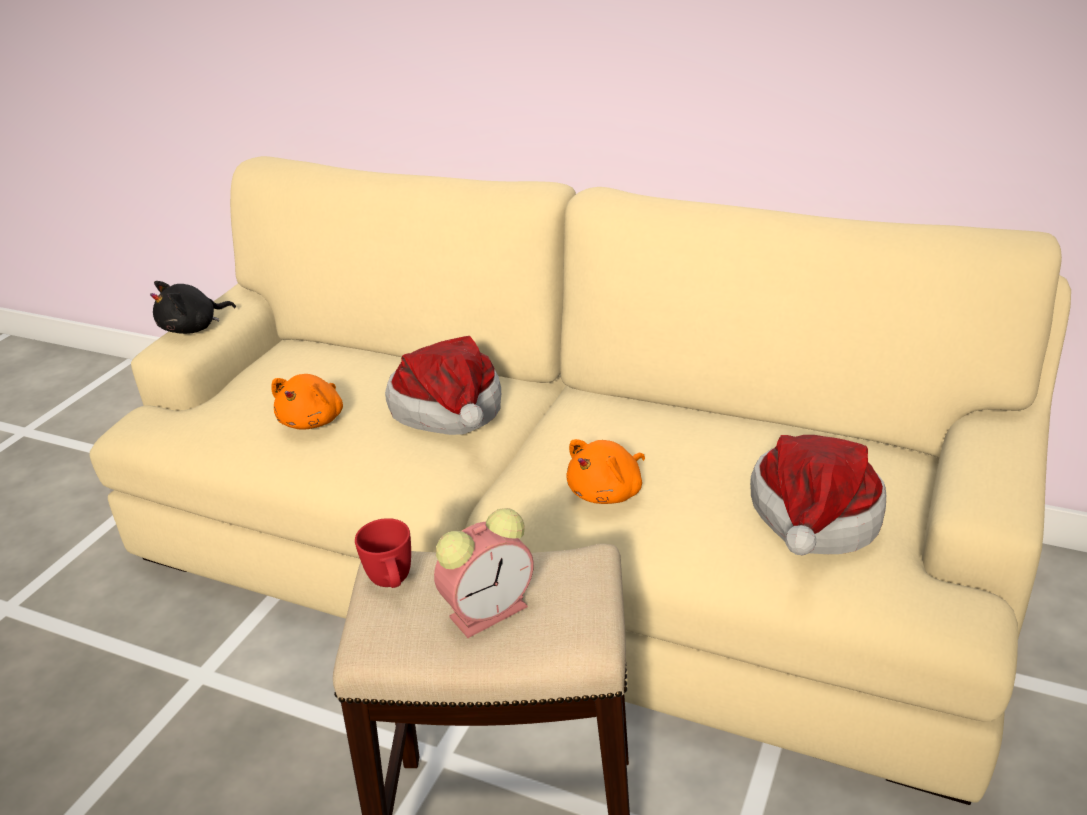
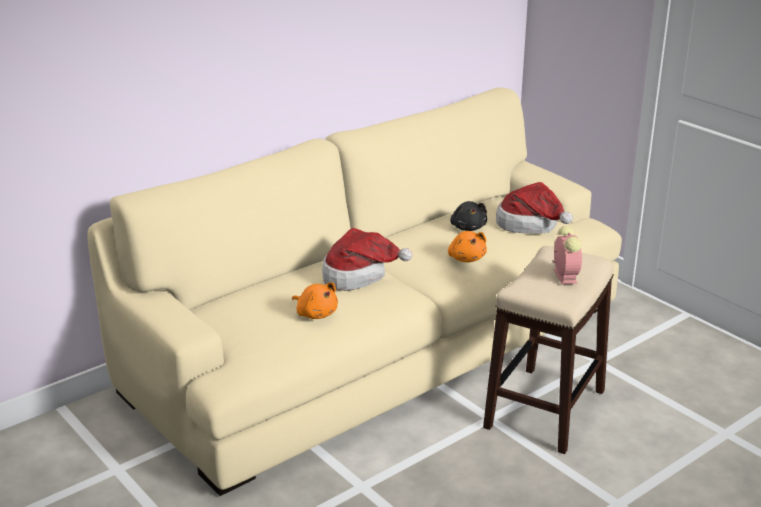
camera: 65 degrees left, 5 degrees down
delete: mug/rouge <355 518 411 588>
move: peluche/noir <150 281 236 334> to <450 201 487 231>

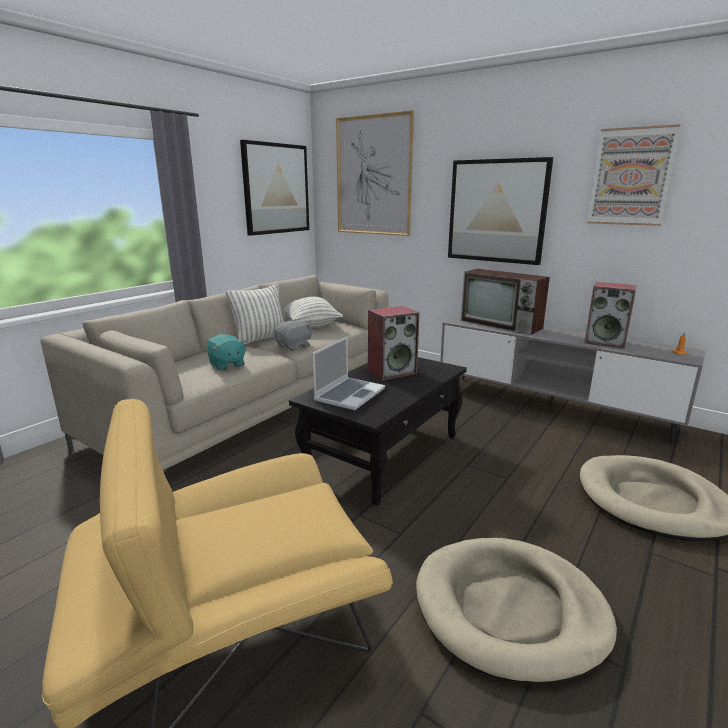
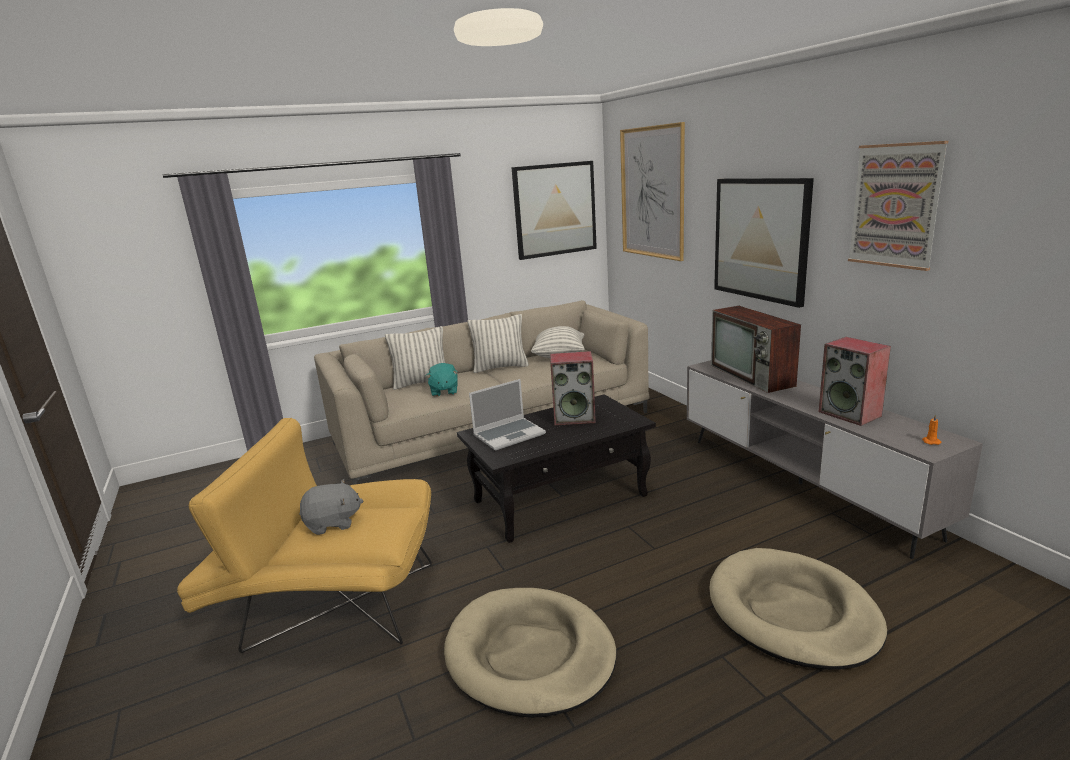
camera: 30 degrees right, 0 degrees up
insert: coussin <385 326 445 390>
move: peluche/gris <274 320 312 351> to <299 479 363 535>

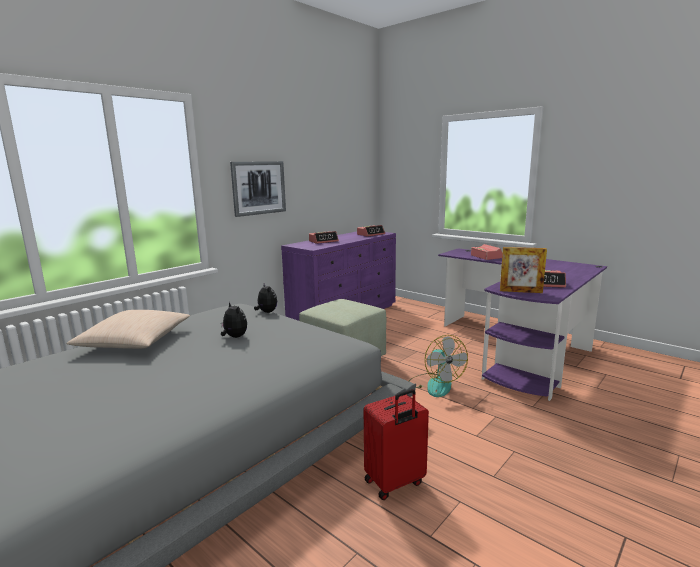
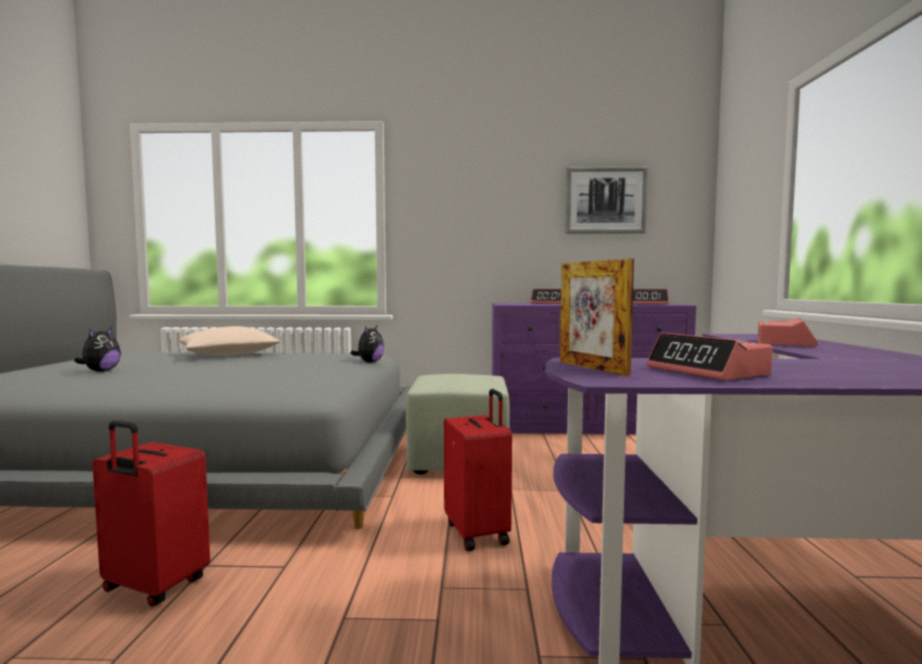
camera: 50 degrees right, 10 degrees down
move: peluche <221 302 247 338> to <74 327 121 372>; tableau <230 161 286 217> to <565 166 648 234>
replace: ventilateur <409 335 468 397> to valise/rouge <444 389 512 551>

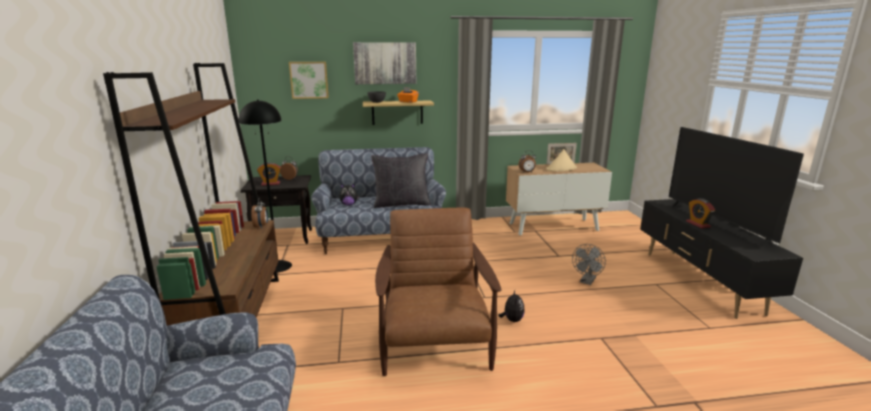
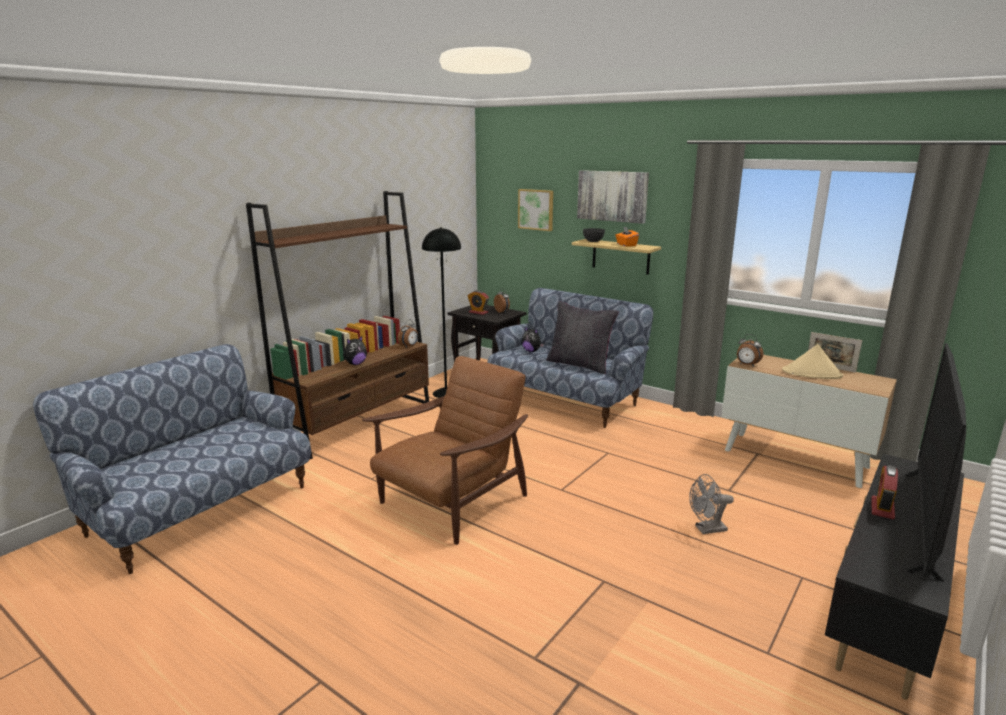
camera: 45 degrees right, 0 degrees up
move: peluche <498 290 524 322> to <343 336 367 365>

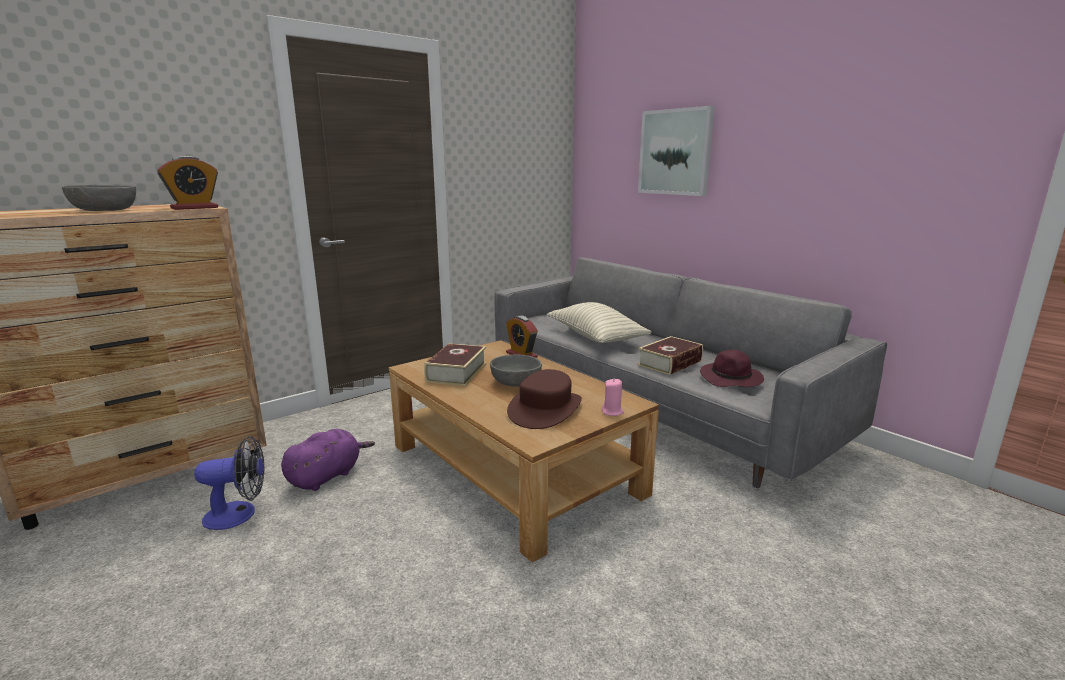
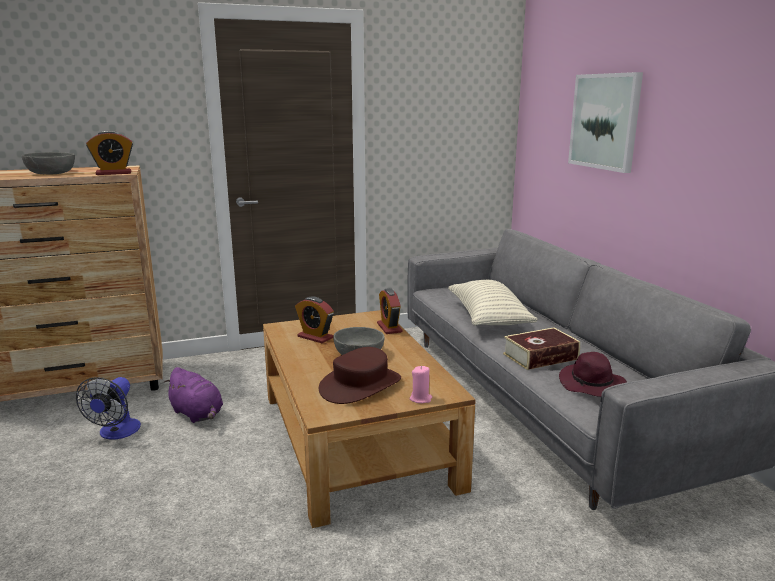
camera: 20 degrees right, 0 degrees up
replace: livre <424 343 487 386> to réveil <295 297 334 343>
rotate: ventilateur <194 436 264 530> = <76 377 141 439> 90 degrees clockwise; peluche/violet <281 429 375 491> = <164 367 223 423> 75 degrees clockwise

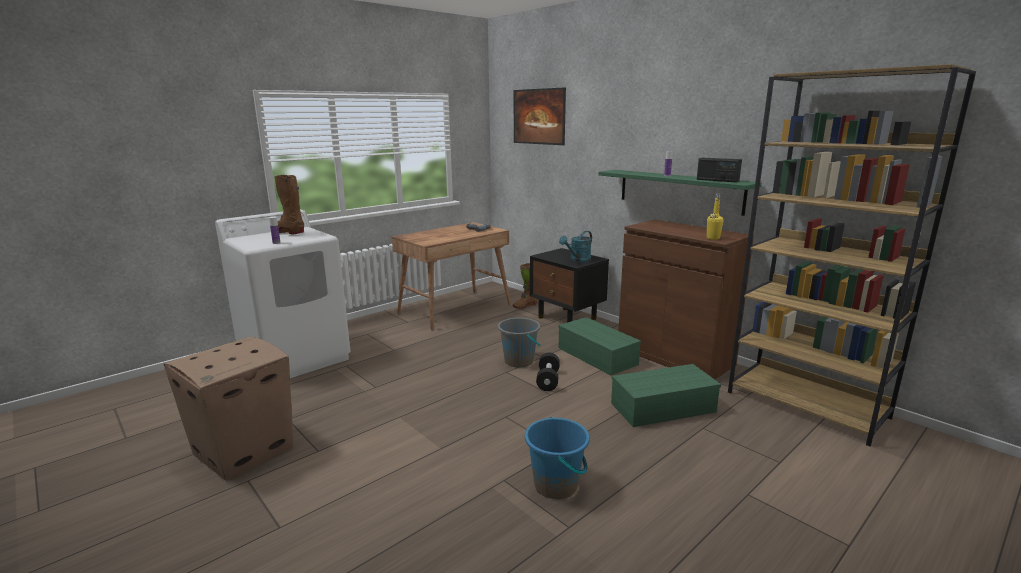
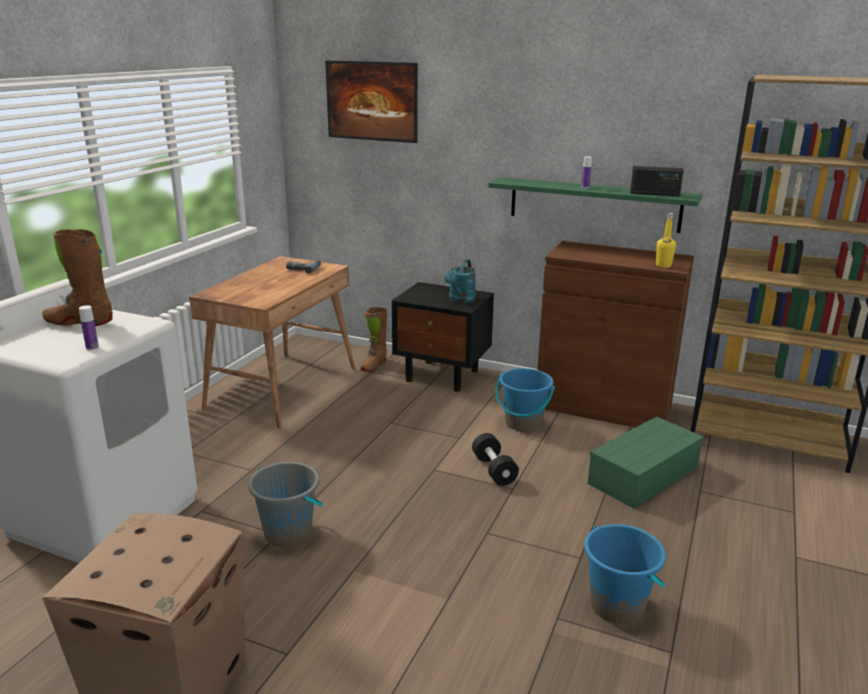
camera: 25 degrees left, 5 degrees up
move: seau/gris <498 318 541 367> to <248 462 323 547>
replace: boîte de rangement/vert <558 317 641 375> to seau/bleu <495 368 555 432>

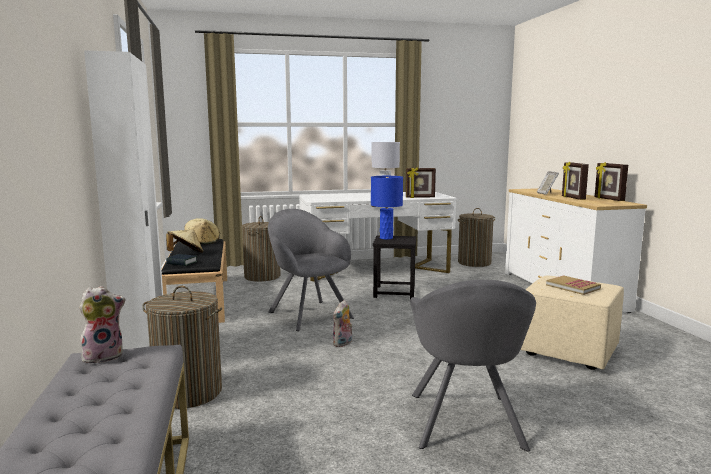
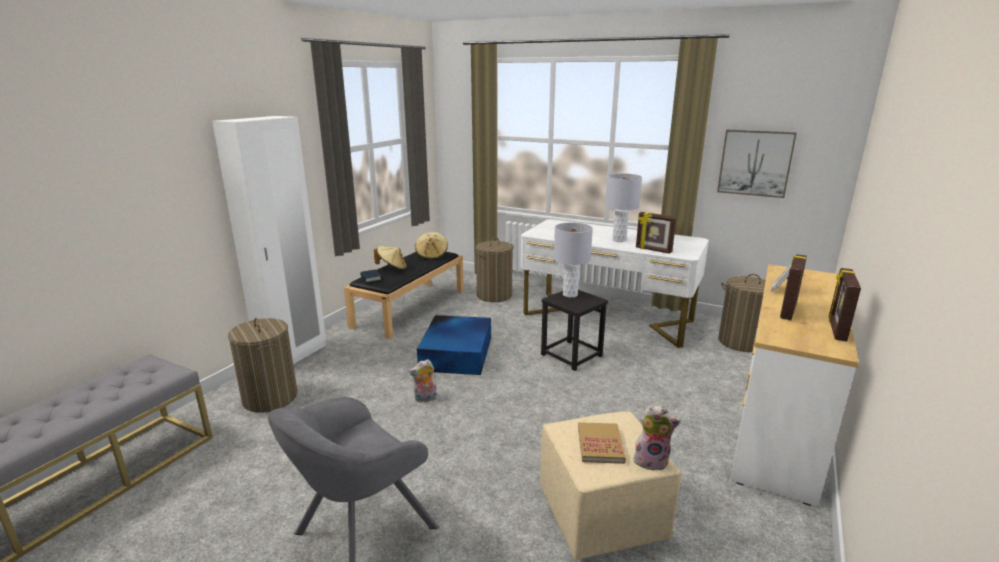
camera: 40 degrees right, 10 degrees up
insert: tableau <717 130 797 198>
move: peluche <79 286 126 363> to <633 404 681 471>
replace: fauteuil/gris <268 209 354 331> to boîte de rangement/bleu <417 315 491 375>
recolor: lampe de table/bleu <371 176 403 239> to lampe de table/gris <554 222 593 298>

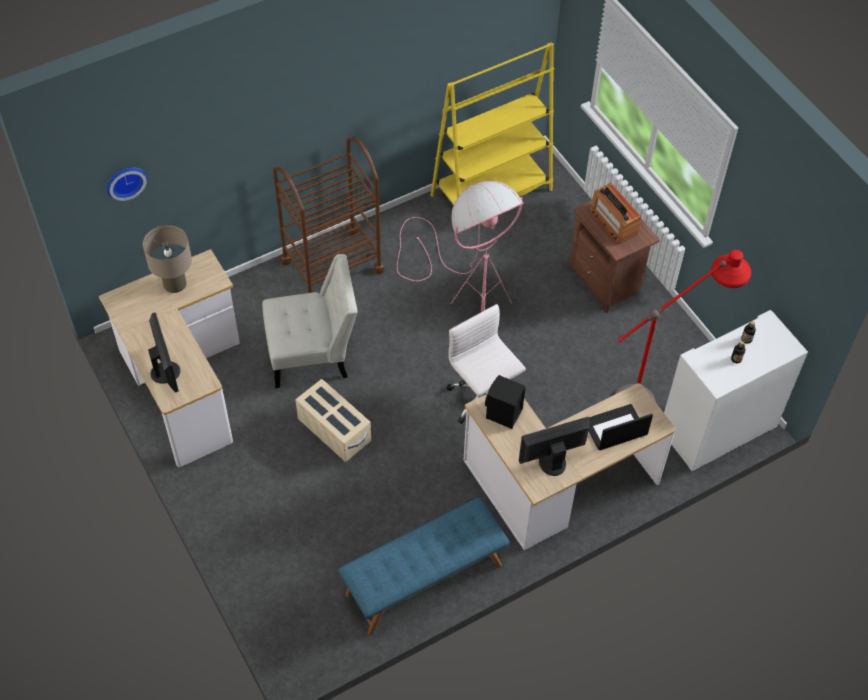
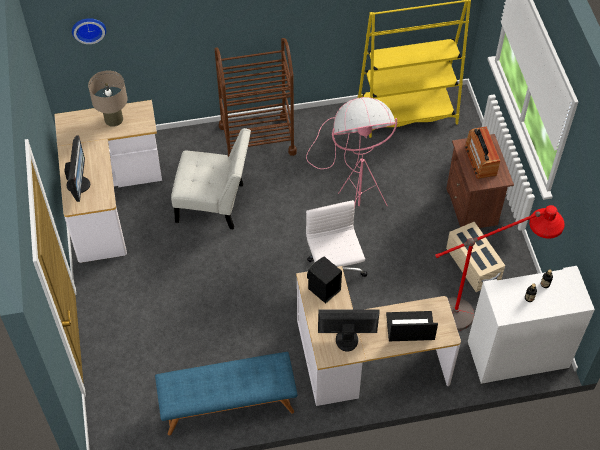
camera: 20 degrees right, 0 degrees up
move: boîte de rangement/beige <295 379 371 462> to <446 222 505 292>

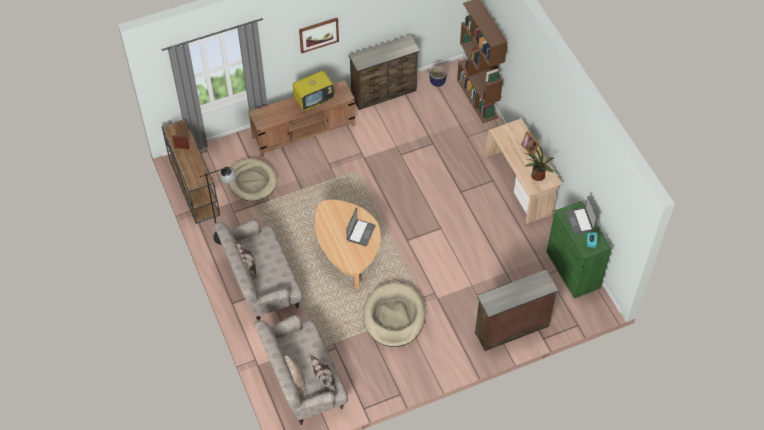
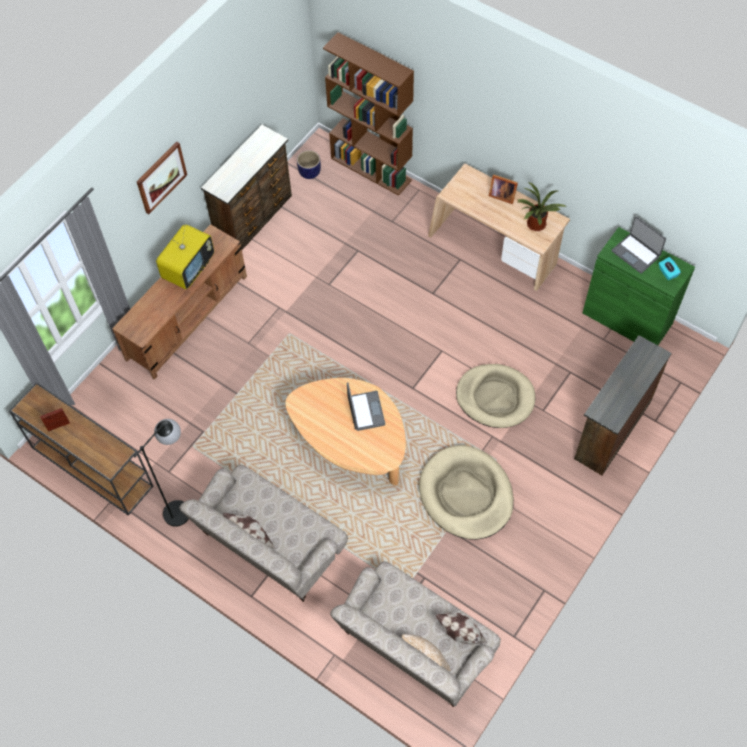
camera: 30 degrees left, 5 degrees up
move: panier pour chien/beige <228 159 278 201> to <456 364 535 428>

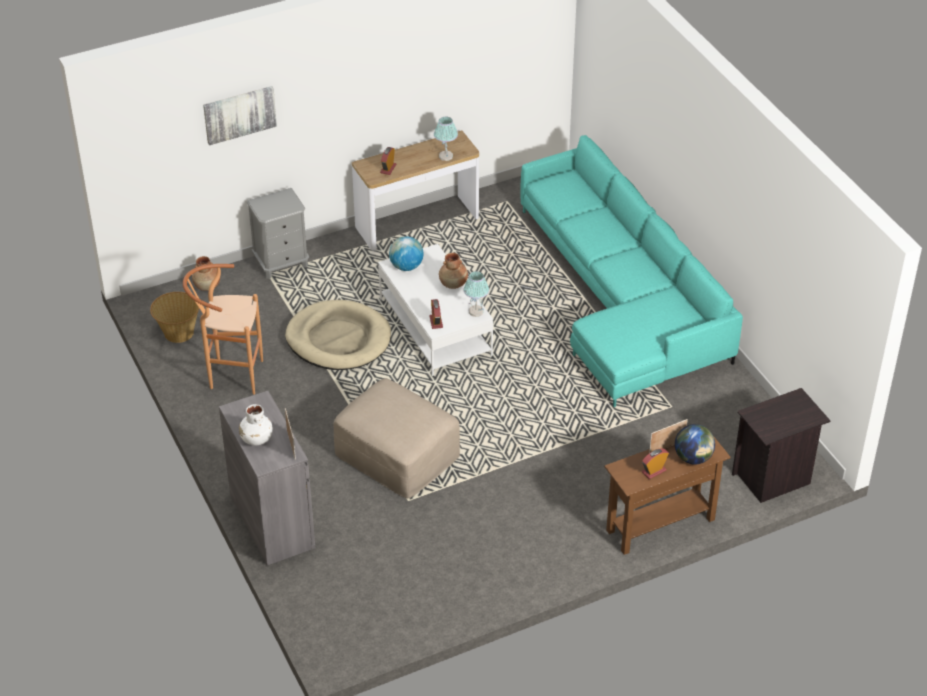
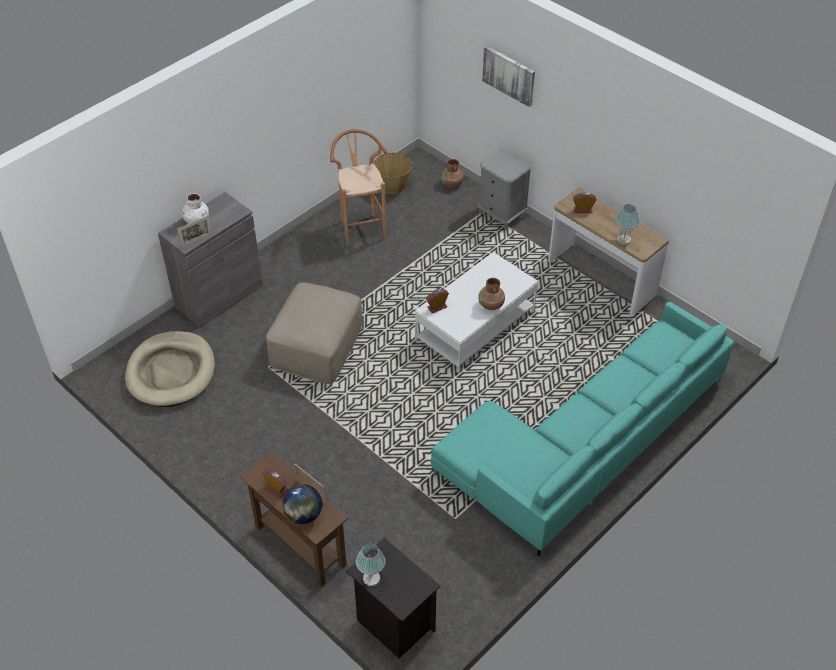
camera: 70 degrees right, 5 degrees up
delete: globe <389 236 424 271>
move: panier pour chien/beige <285 300 391 370> to <125 331 215 407>; lampe de table <463 271 489 317> to <356 543 386 587>

